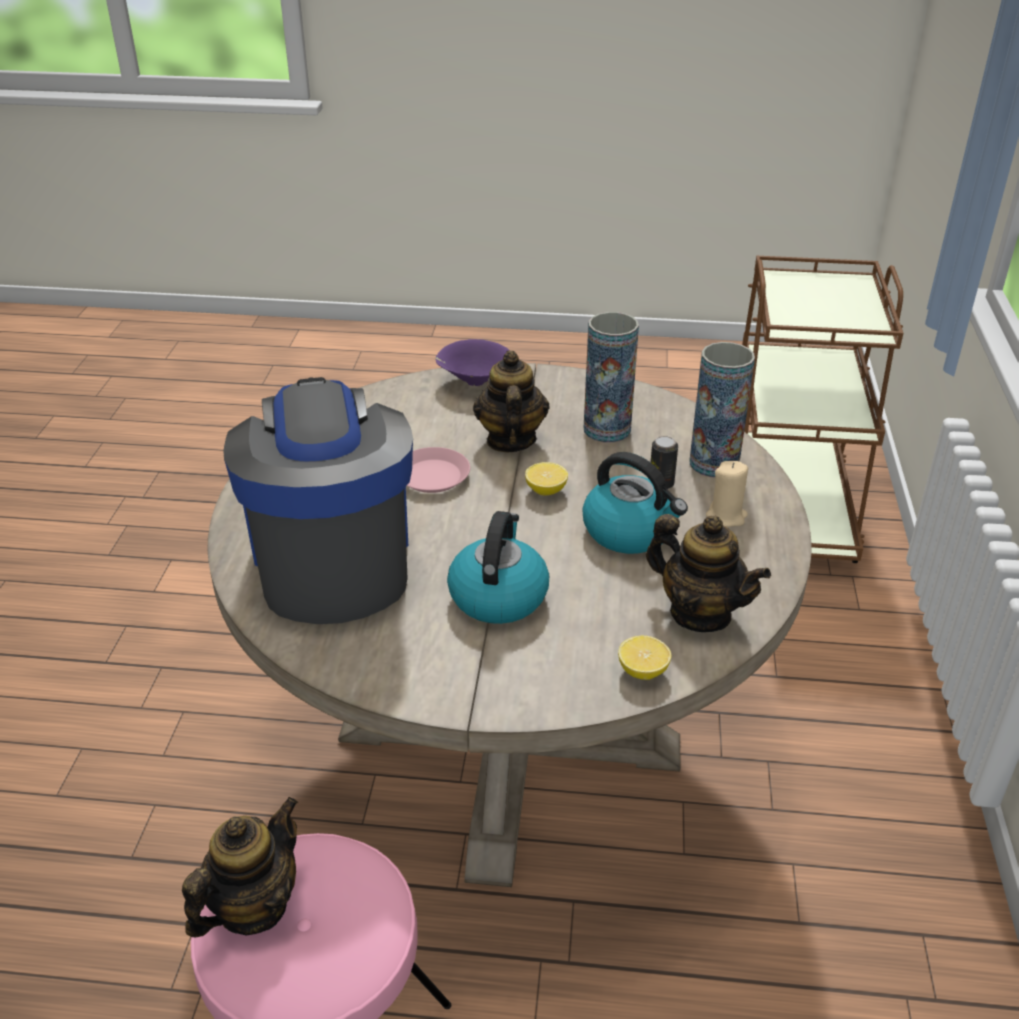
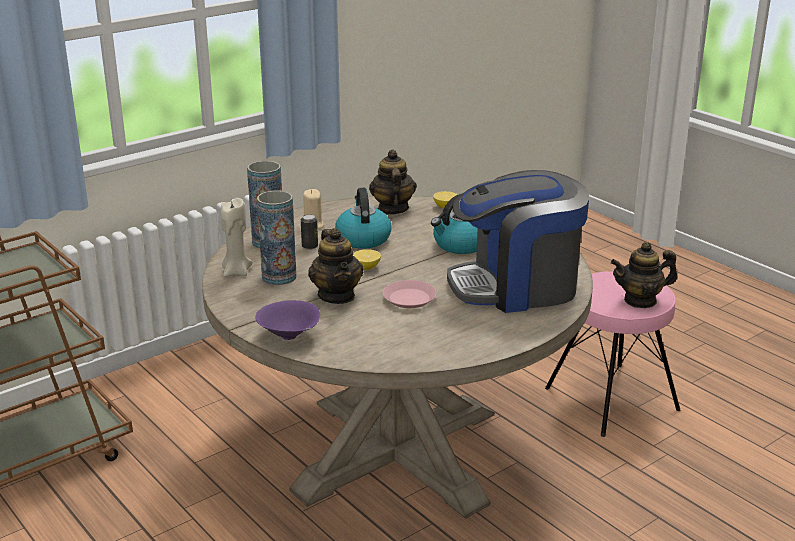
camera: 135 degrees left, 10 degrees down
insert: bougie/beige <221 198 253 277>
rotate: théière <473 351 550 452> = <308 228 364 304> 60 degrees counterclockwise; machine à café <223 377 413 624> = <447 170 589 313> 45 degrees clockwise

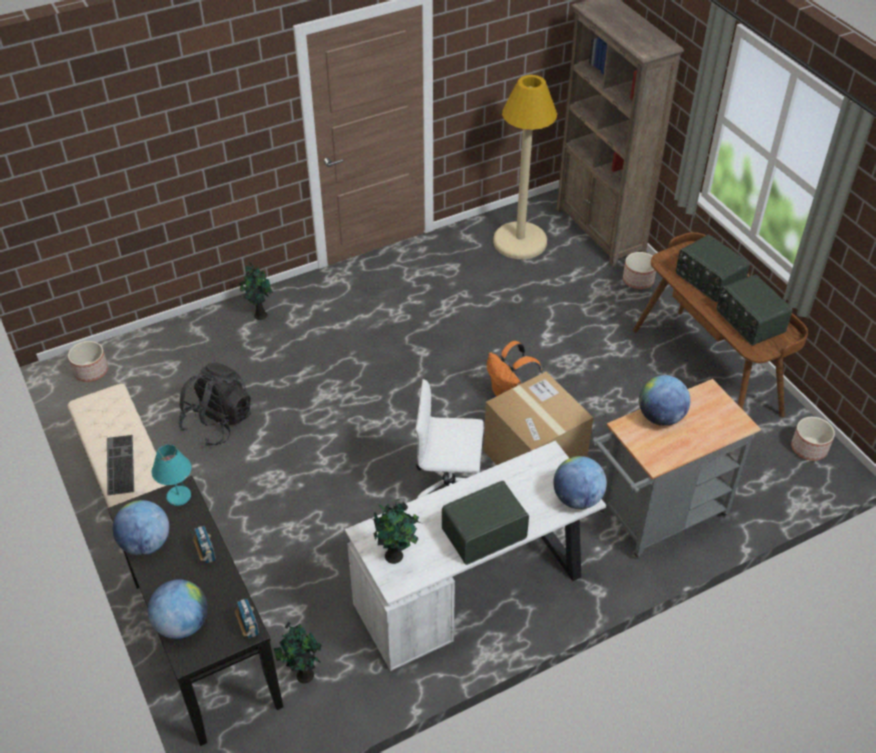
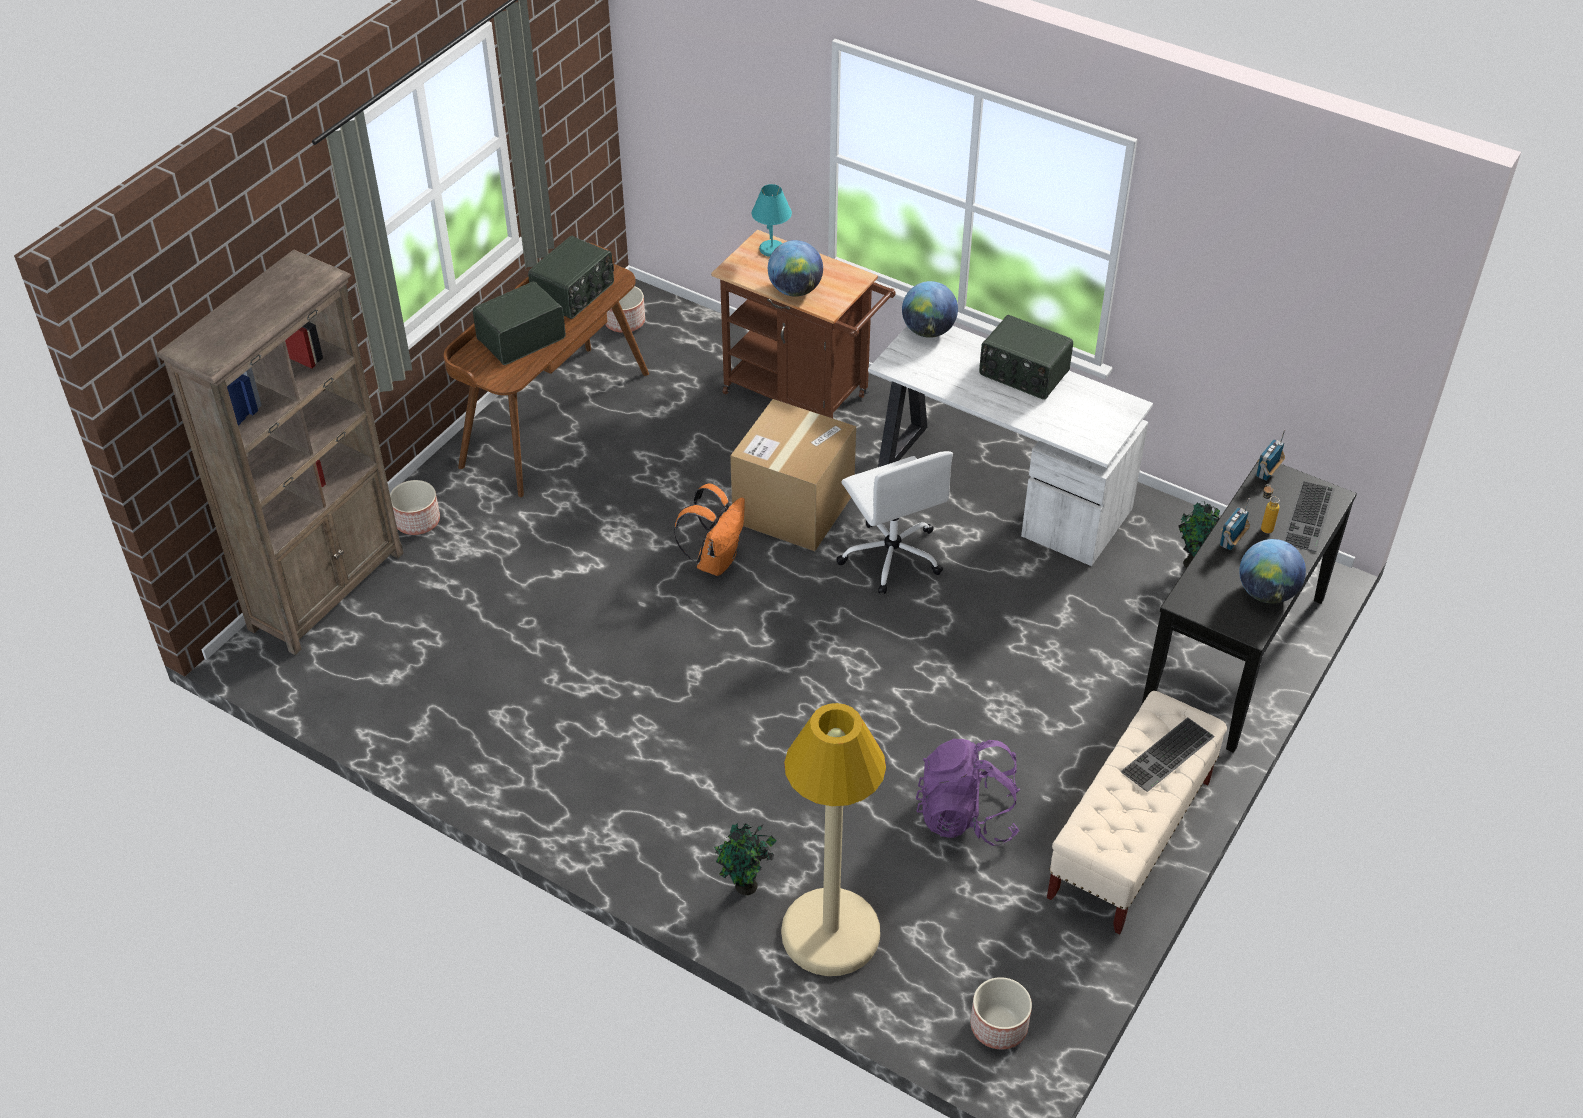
camera: 120 degrees left, 0 degrees up
delete: plante en pot <373 498 420 564>
insert: bouteille <1261 484 1280 533>
move: lampe de table/turquoise <152 445 191 506> to <752 184 792 257>; lampadaire/beige <493 75 557 259> to <781 703 886 976>
replace: globe <148 579 208 639> to clavier <1284 481 1335 552>
recolor: chariot/gris <592 379 761 559> to chariot/marron <711 230 896 418>; sac à dos/noir <178 363 251 447> to sac à dos/violet <916 739 1020 846>
rotate: radio <676 234 750 302> = <473 281 566 365> 150 degrees counterclockwise

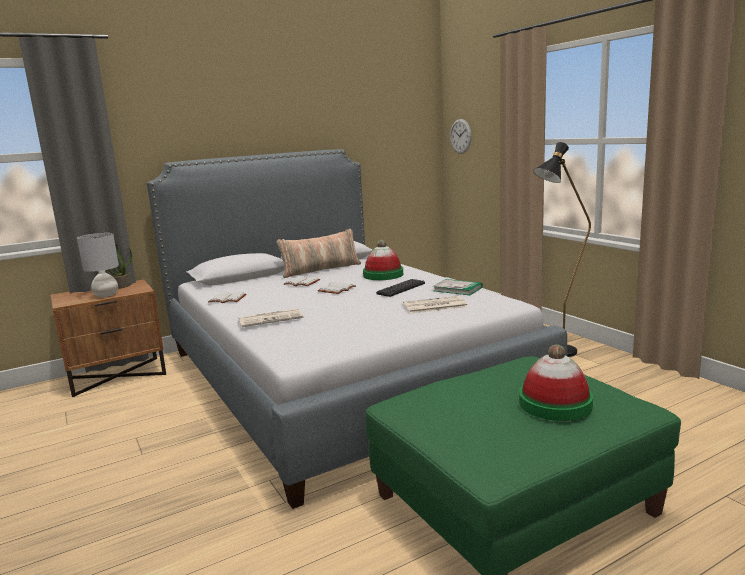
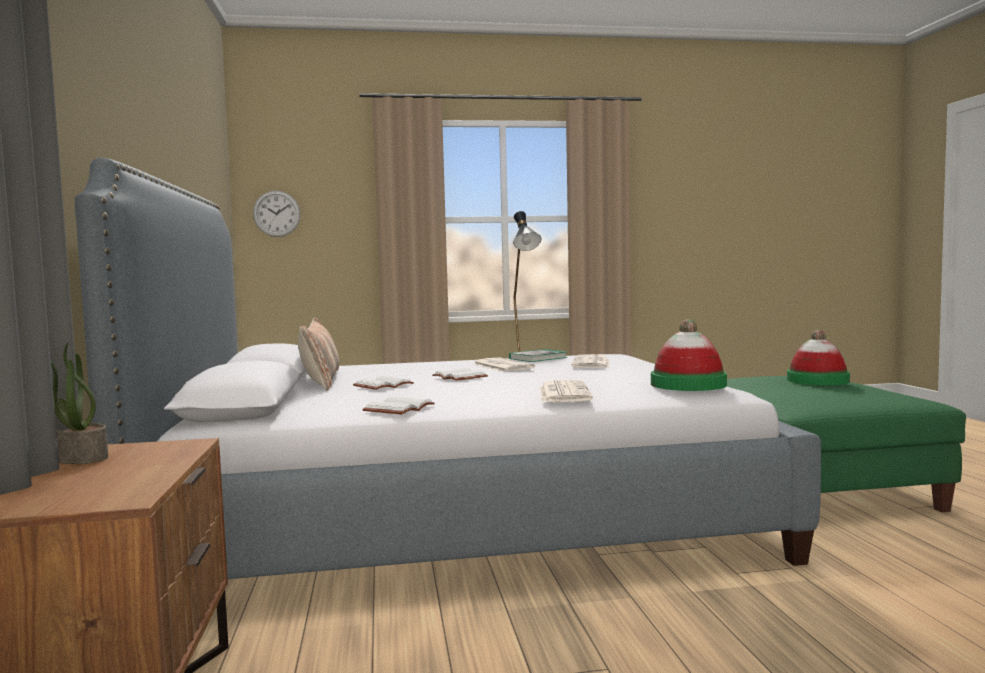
camera: 70 degrees left, 10 degrees down
delete: lampe de table/gris <77 233 119 297>
move: chapeau <363 240 403 280> to <651 319 727 391>
replace: clavier <376 279 425 297> to journal <472 357 535 372>

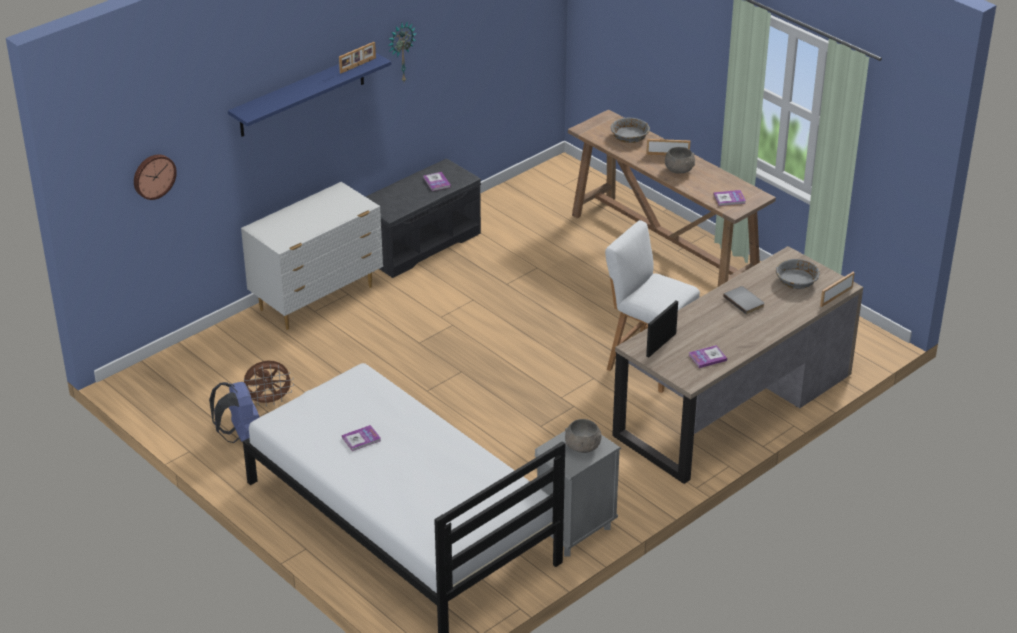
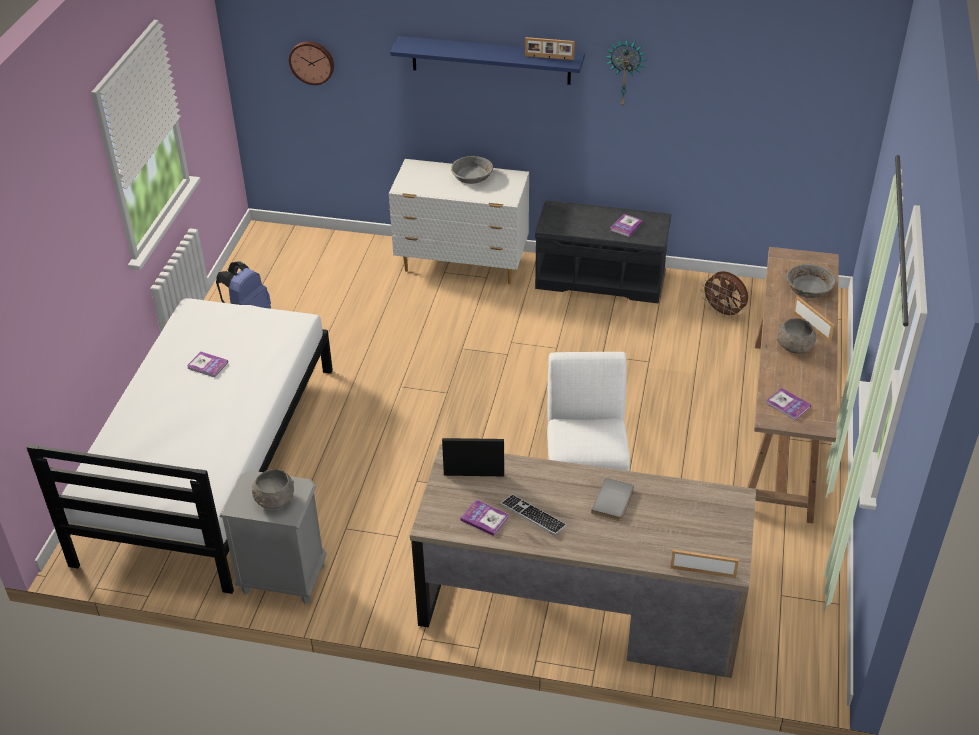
camera: 55 degrees right, 5 degrees up
insert: clavier <500 494 567 536>
move: bol/gris <776 259 820 289> to <451 156 493 184>; ventilateur/marron <244 361 294 407> to <701 271 748 319>

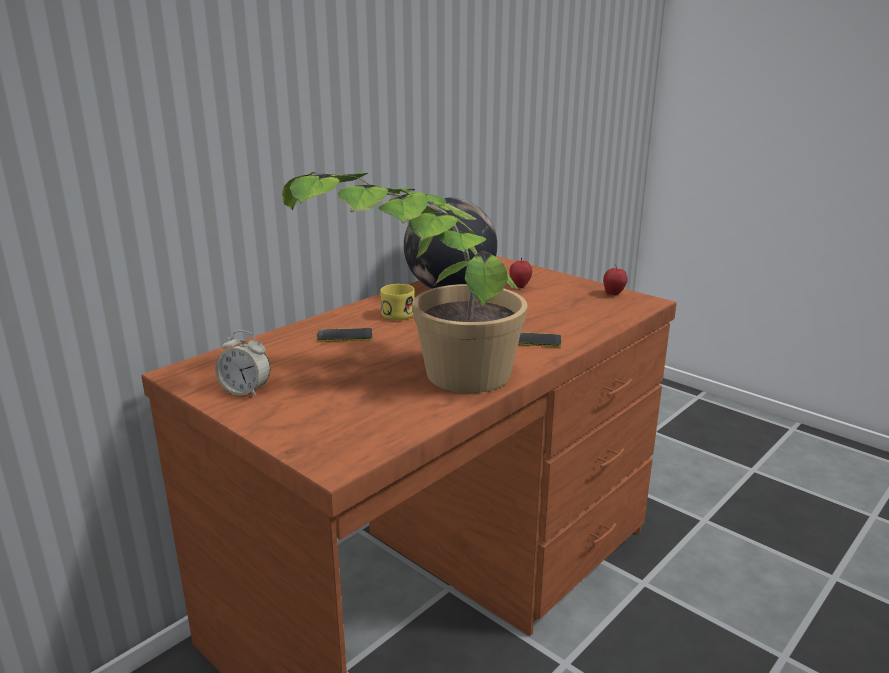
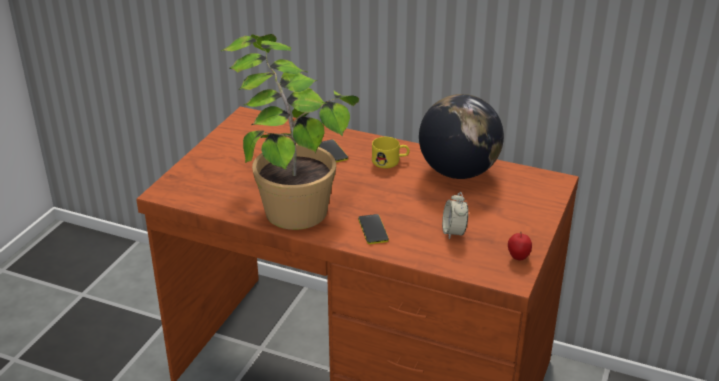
camera: 70 degrees right, 10 degrees up
delete: pomme <509 258 532 288>
move: réveil <215 330 270 397> to <442 192 468 240>

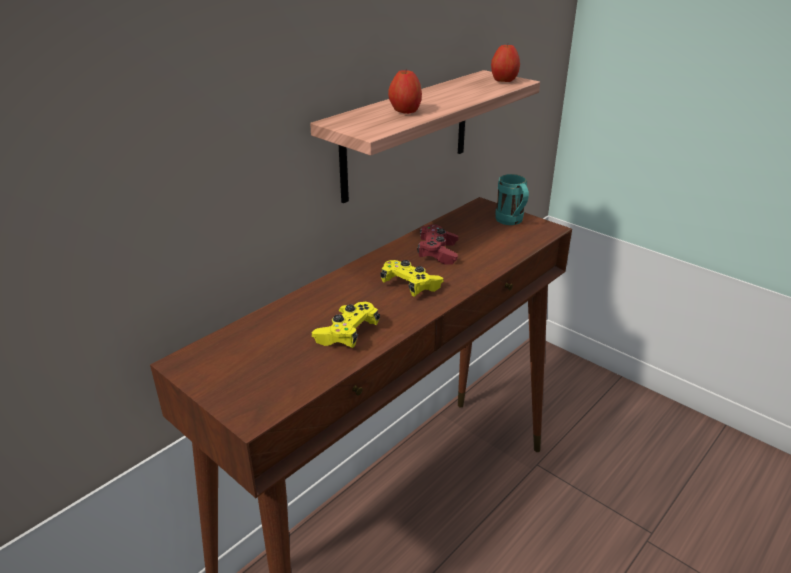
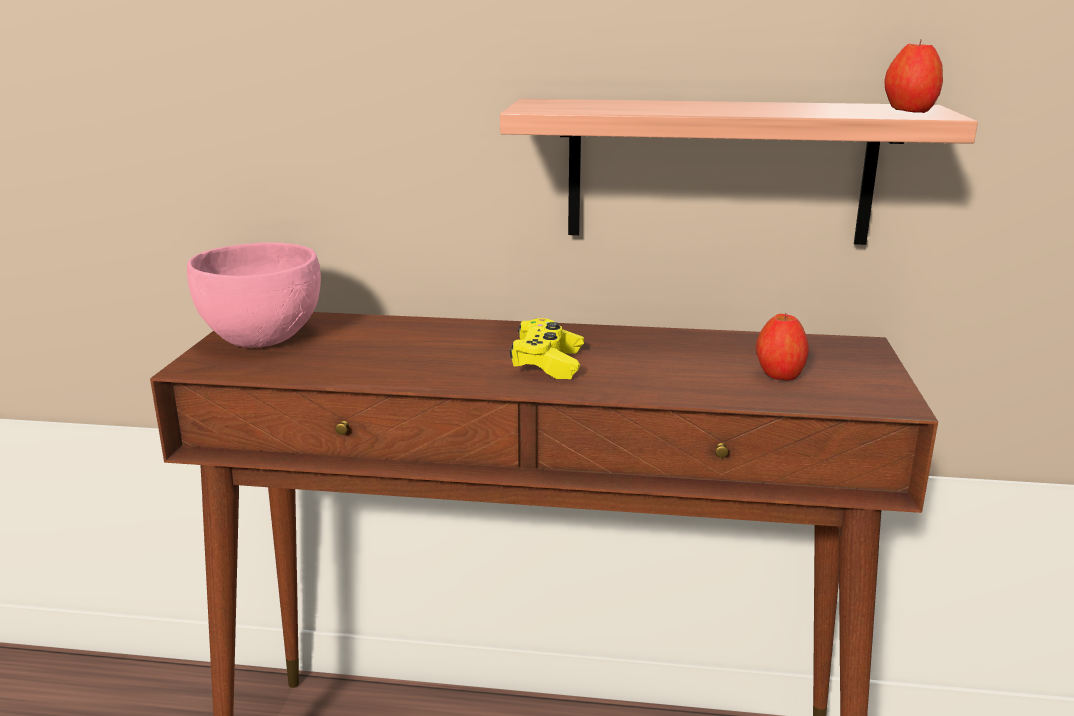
camera: 55 degrees right, 10 degrees down
delete: manette/jaune <312 302 380 348>; manette/rouge <417 225 458 265>; mug/turquoise <495 174 529 225>
insert: bol/rose <187 242 321 348>
move: pomme <388 69 422 114> to <756 313 809 381>

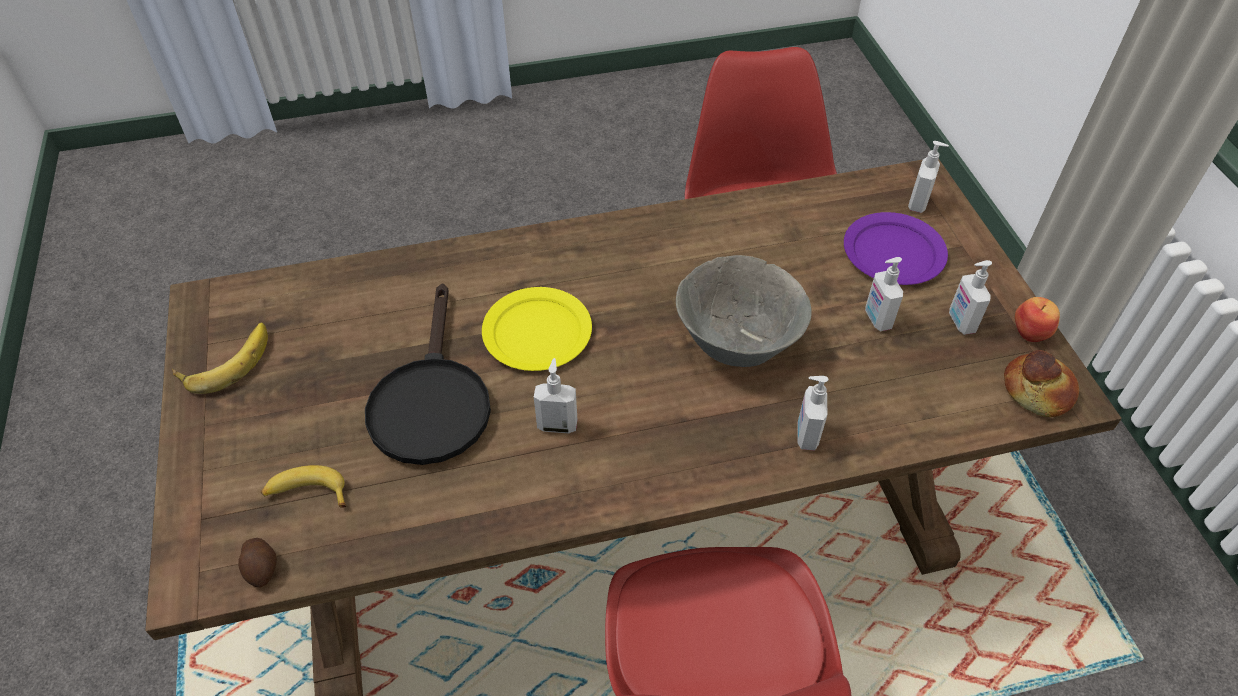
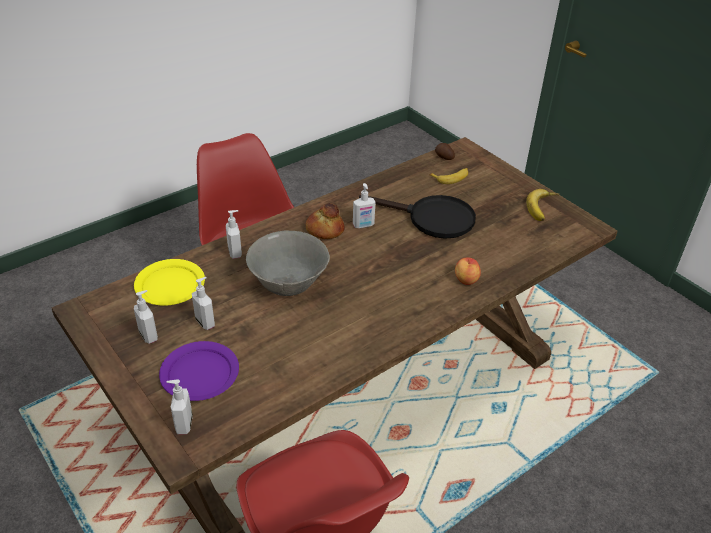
camera: 155 degrees right, 10 degrees down
move: assiette/jaune <482 287 592 371> to <134 259 205 306>; pain <1004 350 1079 417> to <306 203 345 239>; pomme <1015 297 1060 342> to <455 258 481 285>
rotate: poêle/noir <365 283 491 465> = <359 195 476 239> 135 degrees clockwise

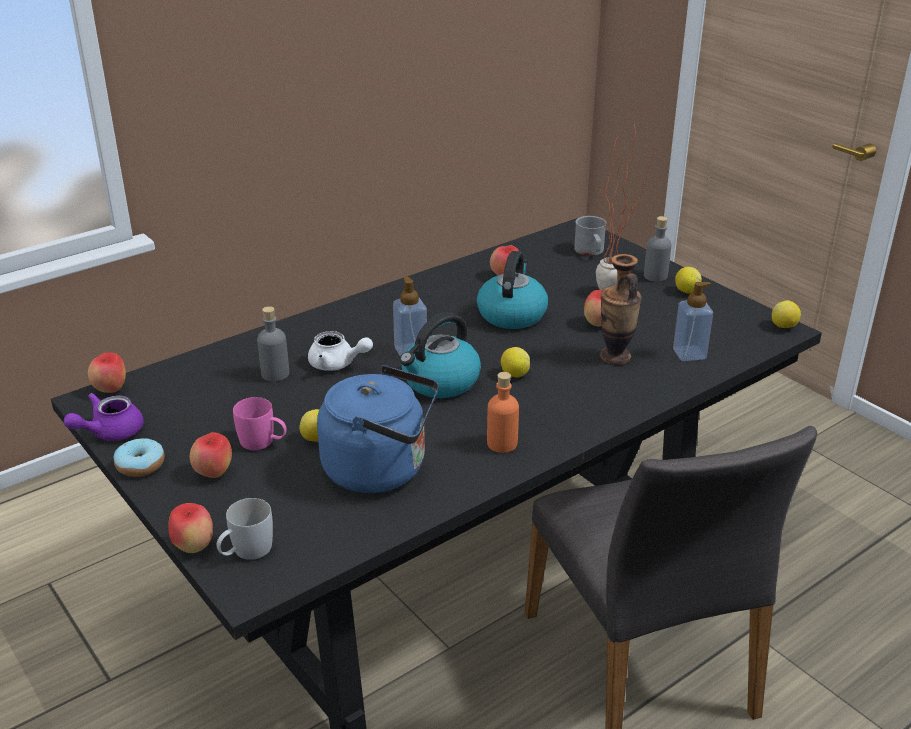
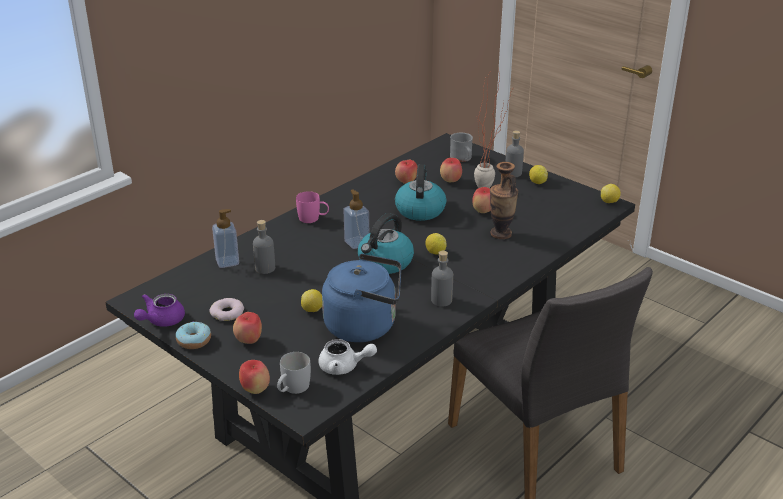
camera: 10 degrees left, 0 degrees up
insert: beignet <209 298 244 321>
move: distributeur de savon <673 282 713 361> to <212 209 239 268>; mug/rose <233 397 287 450> to <296 191 329 223>; théière/blanc <308 331 373 371> to <318 339 377 375>; pomme <88 352 126 393> to <440 158 462 182>
recolor: bouteille/orange <487 372 519 453> to bouteille/gris <431 251 453 307>

